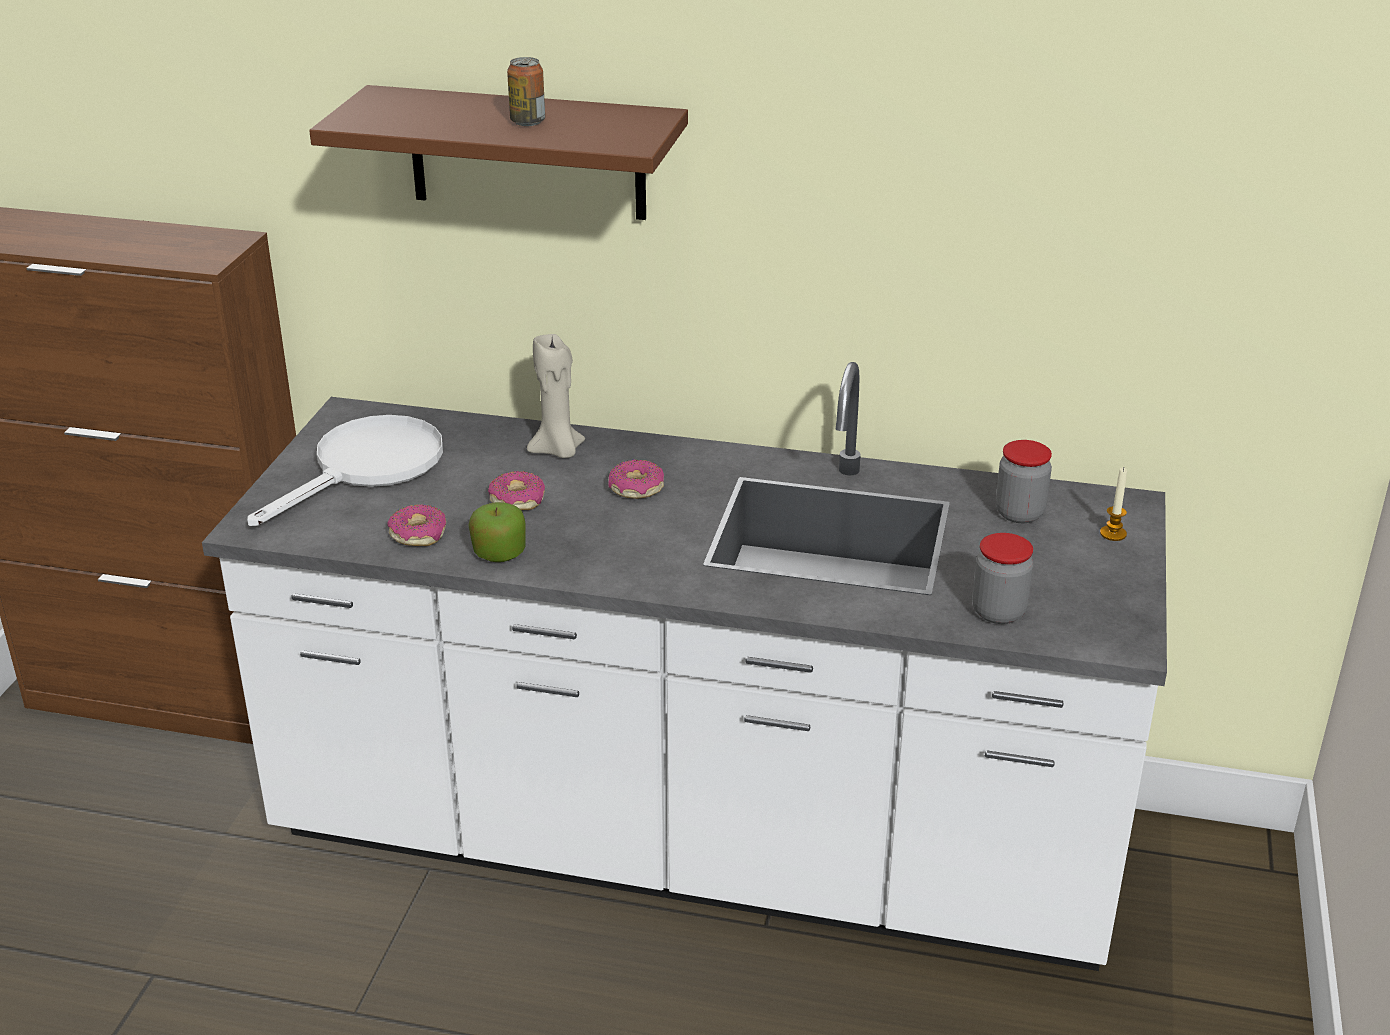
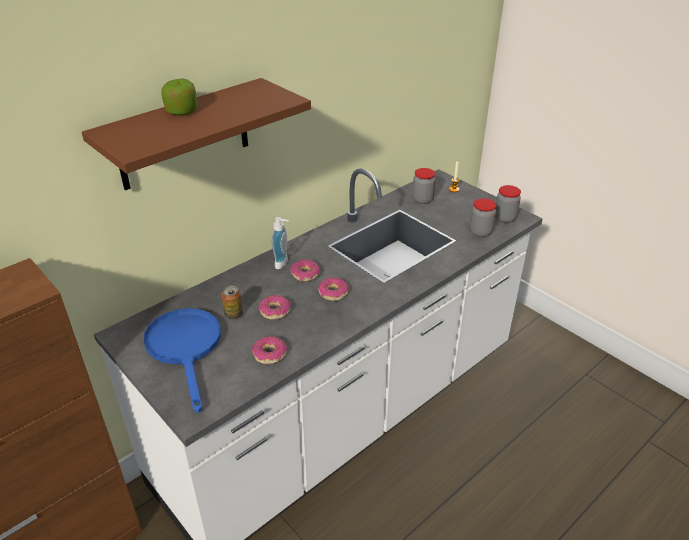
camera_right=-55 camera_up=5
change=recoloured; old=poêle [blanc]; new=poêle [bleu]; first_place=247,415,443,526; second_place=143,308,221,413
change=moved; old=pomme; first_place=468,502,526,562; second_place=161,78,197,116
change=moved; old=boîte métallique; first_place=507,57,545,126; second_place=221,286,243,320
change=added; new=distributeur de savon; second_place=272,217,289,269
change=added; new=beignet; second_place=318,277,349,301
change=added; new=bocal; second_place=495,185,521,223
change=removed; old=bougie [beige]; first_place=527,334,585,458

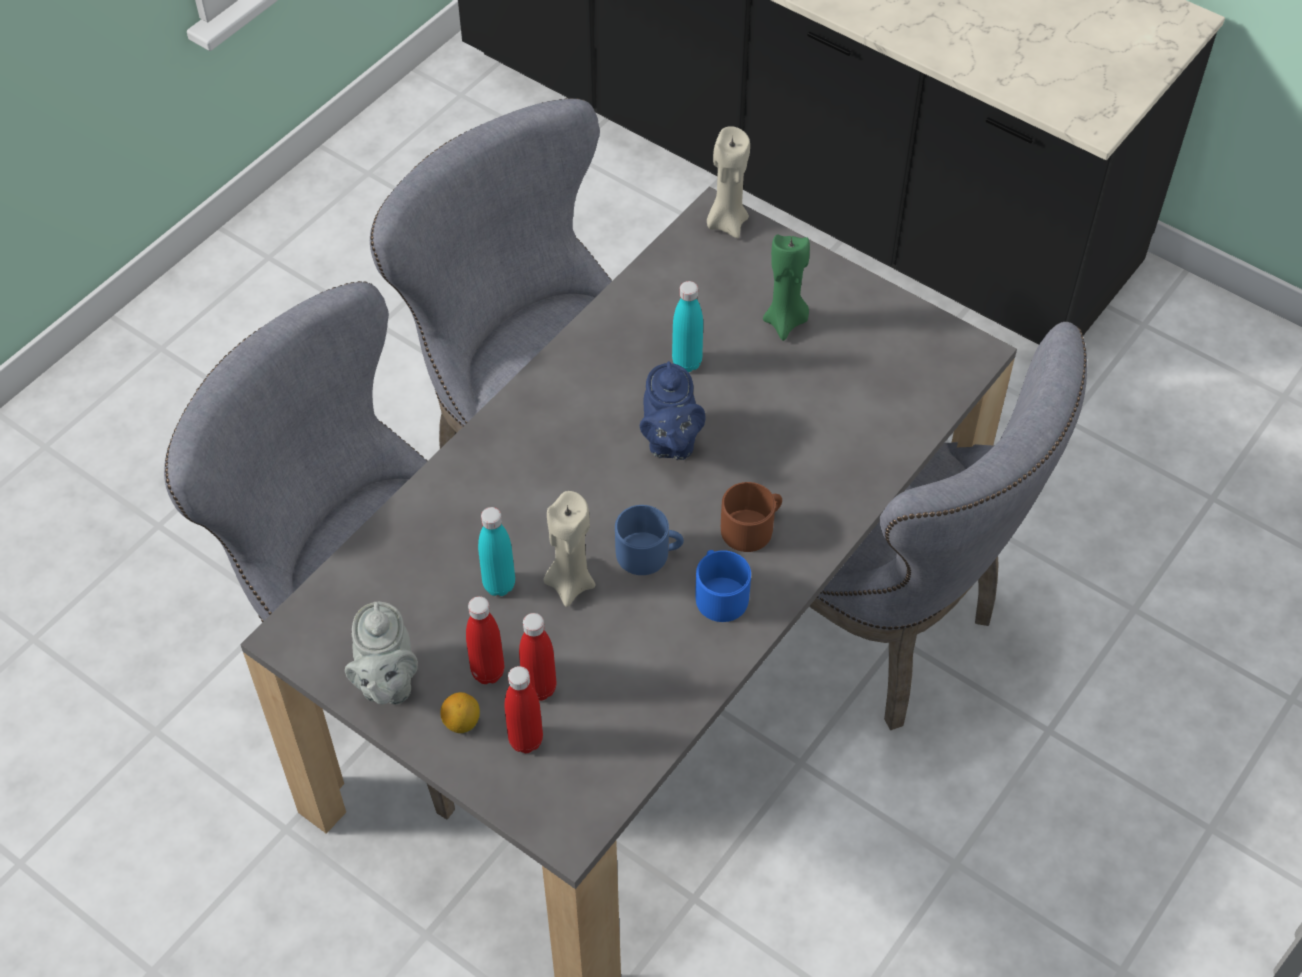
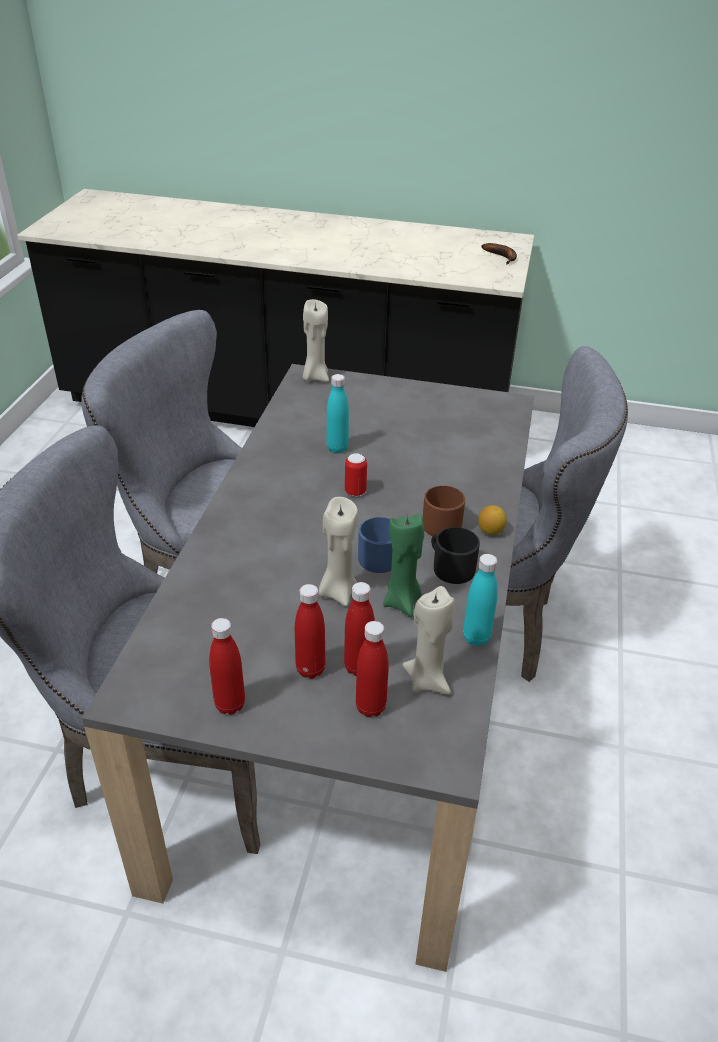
camera_right=-25 camera_up=-15
change=replaced; old=théière [gris]; new=bouteille [rouge]; first_place=345,602,418,705; second_place=209,618,245,715
change=replaced; old=théière [bleu]; new=boîte métallique; first_place=640,361,706,460; second_place=345,453,367,497
change=moved; old=bougie [vert]; first_place=763,234,810,341; second_place=383,514,424,617
change=added; new=bougie [beige]; second_place=402,586,455,695
change=recoloured; old=mug [bleu]; new=mug [noir]; first_place=695,550,751,622; second_place=431,527,480,584
change=moved; old=bouteille [turquoise]; first_place=478,507,515,596; second_place=463,554,498,646
change=moved; old=citron; first_place=440,692,480,733; second_place=478,505,507,535
change=added; new=banane; second_place=481,243,517,265

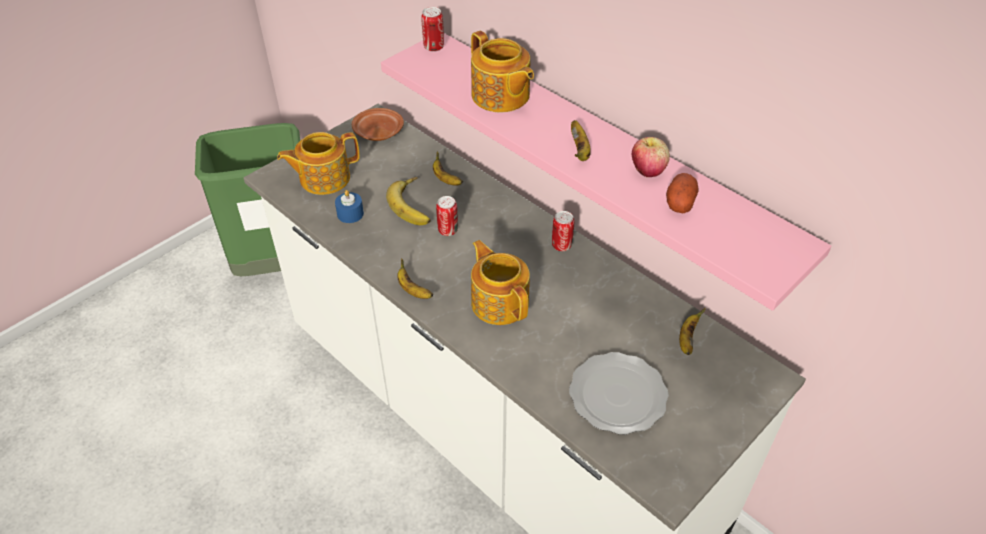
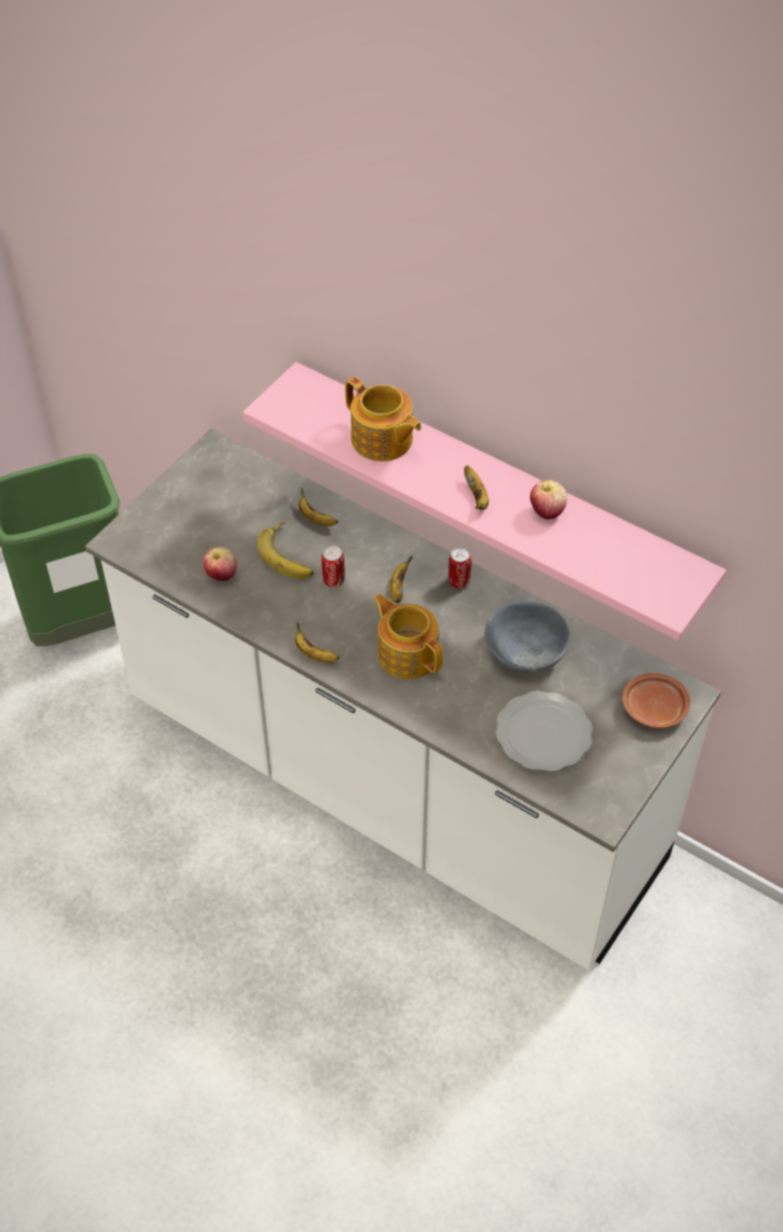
camera_right=-10 camera_up=5
change=replaced; old=bougie [bleu]; new=pomme; first_place=335,190,364,223; second_place=203,547,237,581
change=moved; old=banane; first_place=679,308,705,355; second_place=390,555,413,603
change=added; new=bol [gris]; second_place=484,601,570,673
change=moved; old=assiette [marron]; first_place=352,108,404,141; second_place=622,673,690,728
change=removed; old=théière; first_place=277,132,360,195
change=removed; old=boîte métallique; first_place=421,7,444,52
change=removed; old=pomme de terre; first_place=666,173,699,213

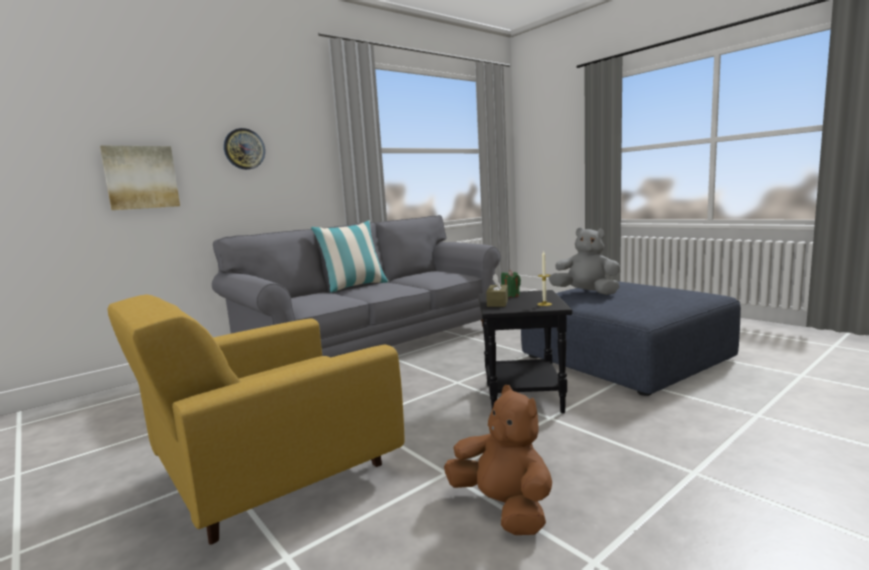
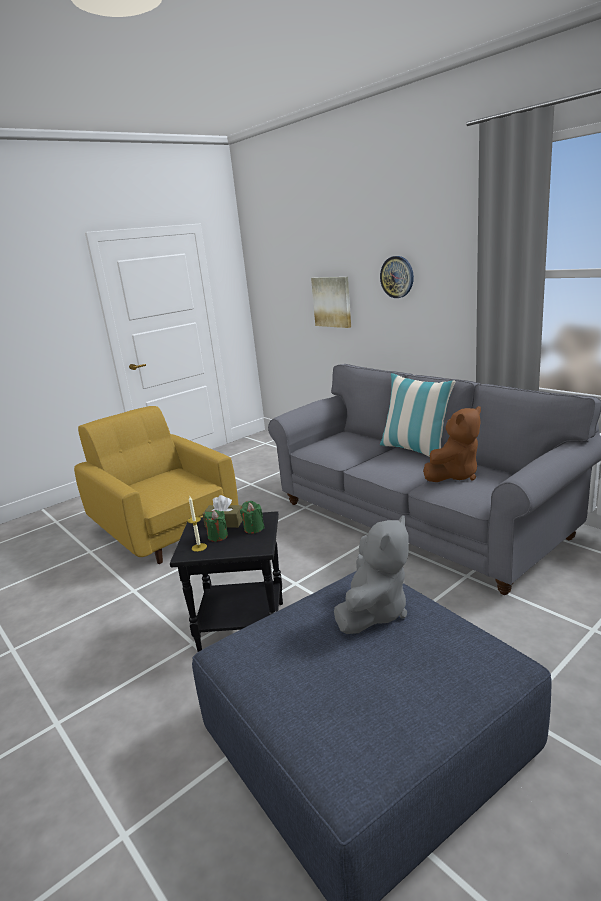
camera_right=90 camera_up=10
change=added; new=bougie [vert]; second_place=204,510,228,542
change=moved; old=peluche [marron]; first_place=444,385,552,535; second_place=423,406,481,482

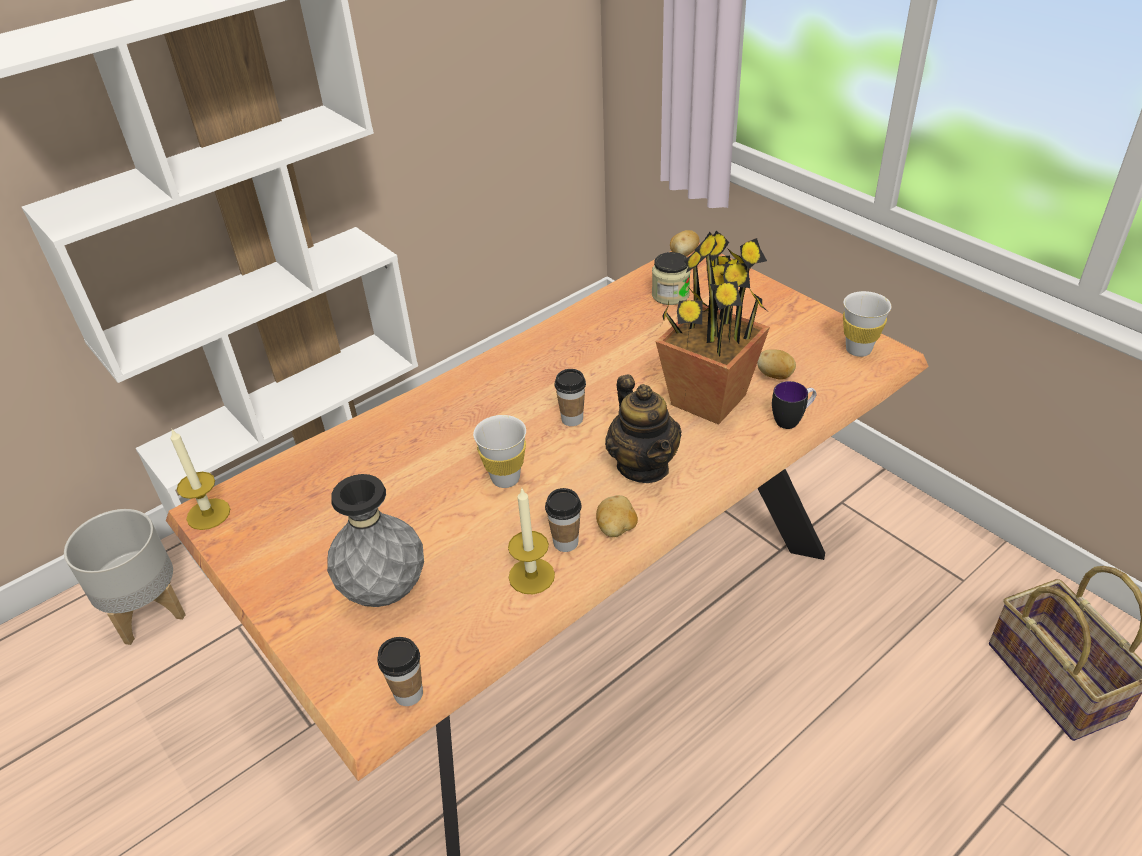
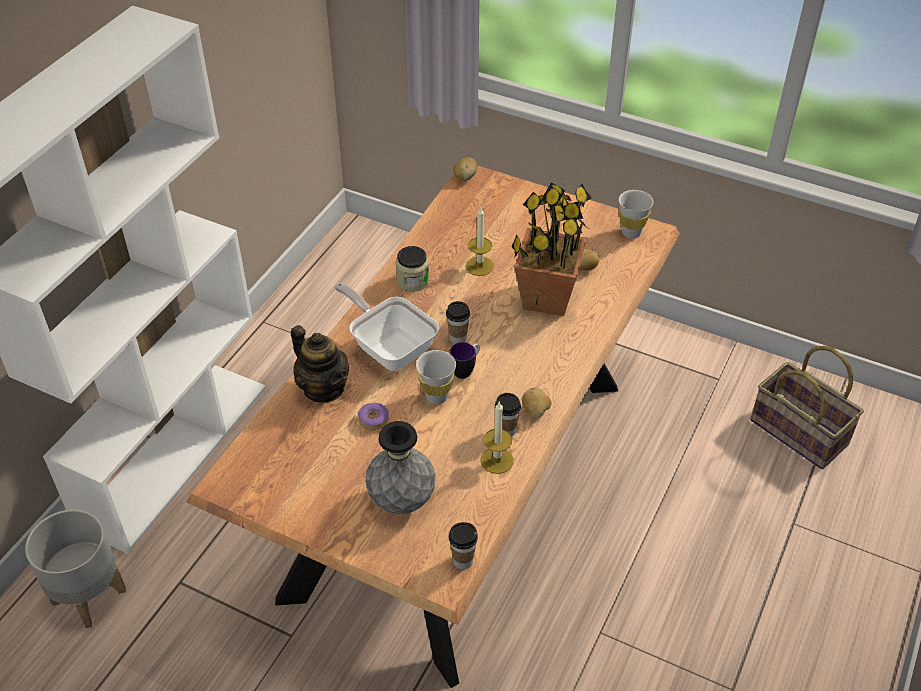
camera_right=-25 camera_up=5
change=moved; old=théière; first_place=605,375,682,483; second_place=291,325,349,403
change=added; new=poêle; second_place=334,283,439,371
change=added; new=beignet; second_place=358,403,389,430
change=moved; old=bocal; first_place=652,252,690,305; second_place=396,246,429,292
change=moved; old=mug; first_place=772,381,817,429; second_place=449,342,480,379
change=moved; old=bougie; first_place=170,428,230,530; second_place=466,207,494,276

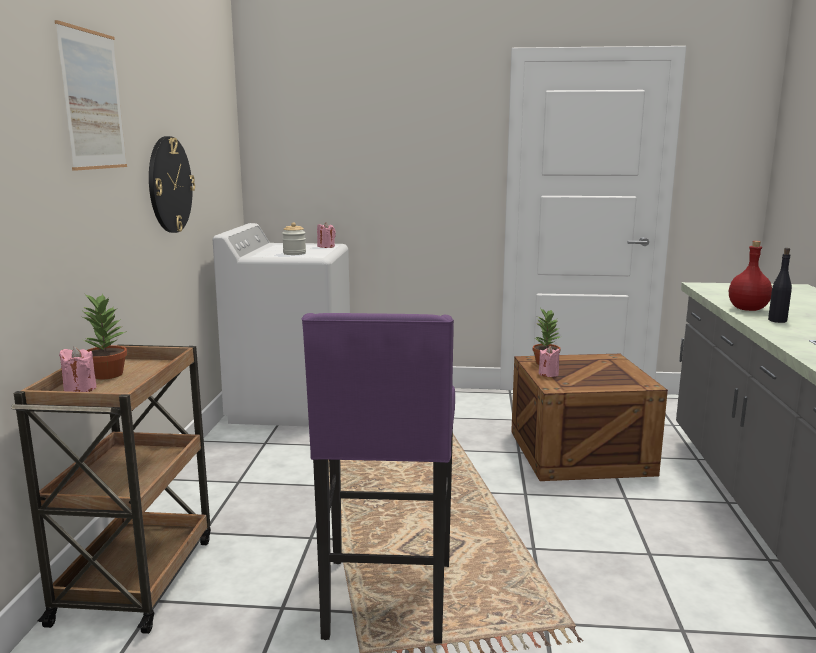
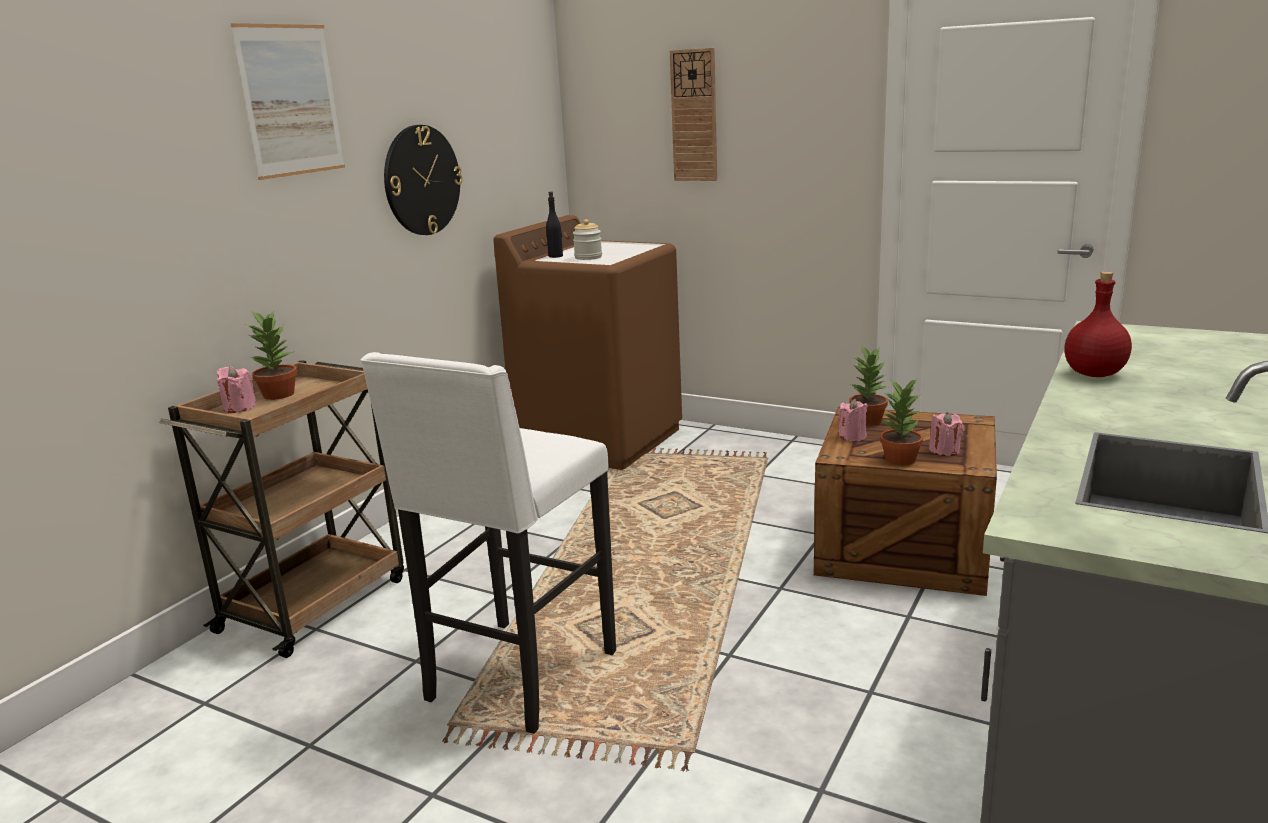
camera_right=25 camera_up=5
change=recoloured; old=tabouret [violet]; new=tabouret [blanc]; first_place=302,313,455,644; second_place=361,352,616,734
change=recoloured; old=lave-linge [blanc]; new=lave-linge [marron]; first_place=213,223,350,427; second_place=493,215,682,470
change=moved; old=bouteille [noir]; first_place=768,248,792,323; second_place=546,192,563,258
change=added; new=horloge murale; second_place=670,48,717,181
change=added; new=plante en pot; second_place=880,378,923,465
change=moved; old=bougie [rose]; first_place=317,222,336,248; second_place=929,412,964,456

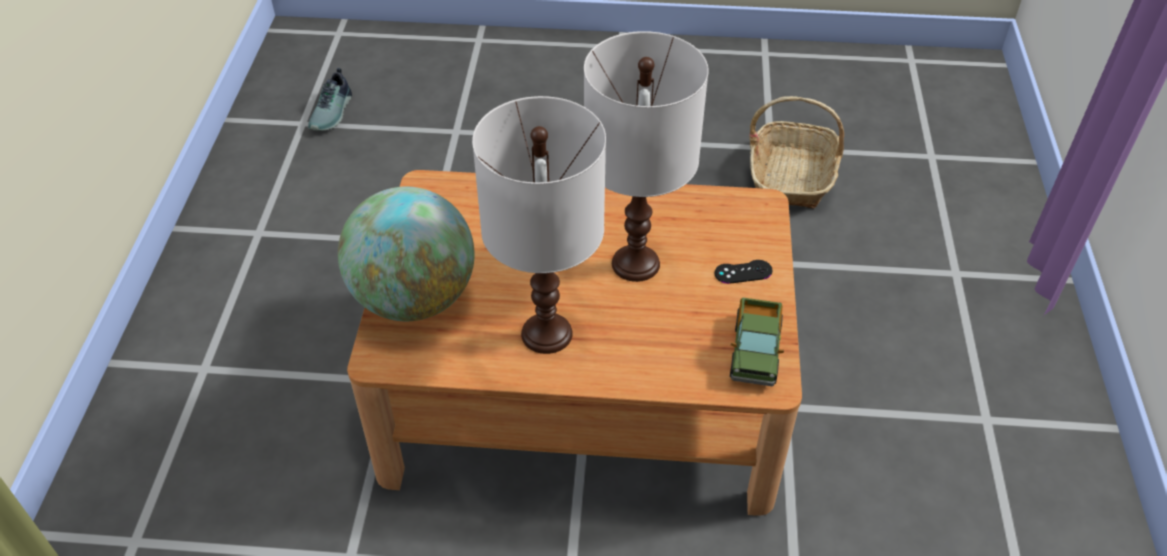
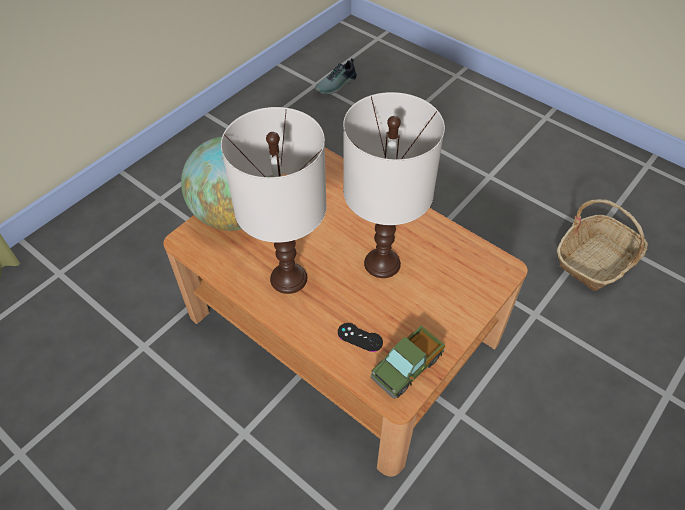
camera_right=35 camera_up=5
change=moved; old=manette [noir]; first_place=714,260,772,284; second_place=338,323,383,352

